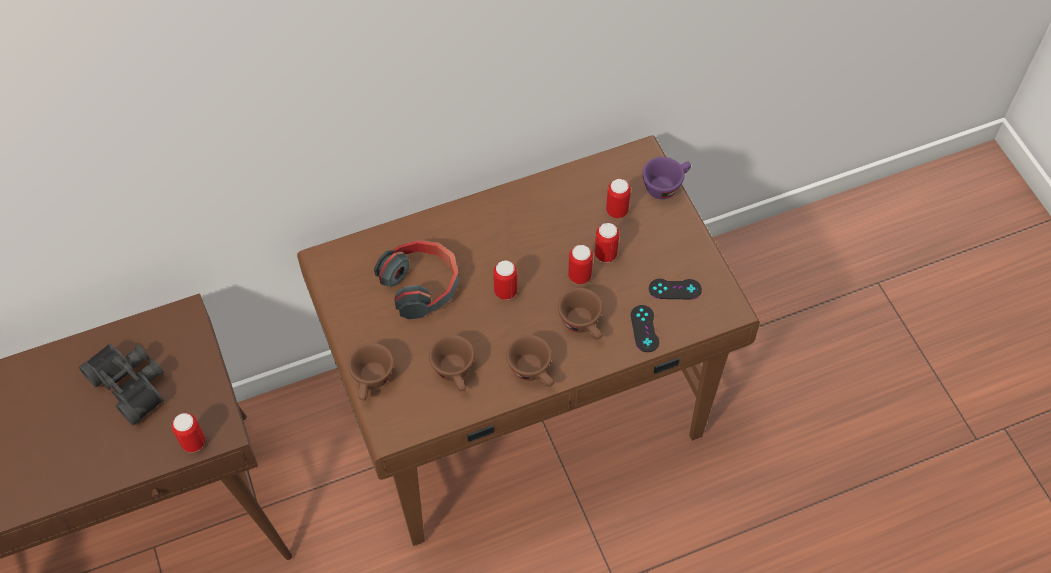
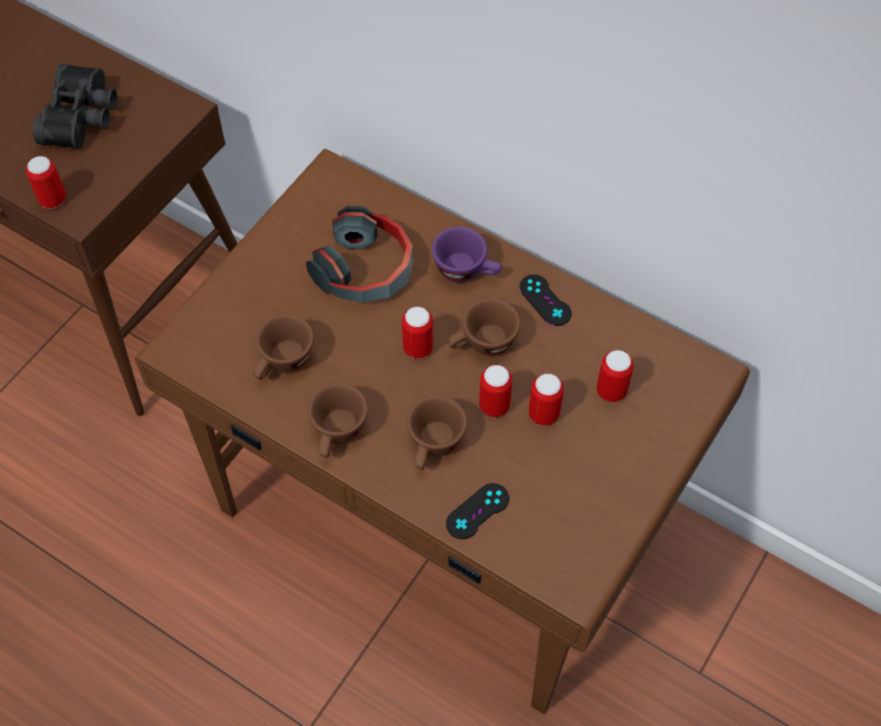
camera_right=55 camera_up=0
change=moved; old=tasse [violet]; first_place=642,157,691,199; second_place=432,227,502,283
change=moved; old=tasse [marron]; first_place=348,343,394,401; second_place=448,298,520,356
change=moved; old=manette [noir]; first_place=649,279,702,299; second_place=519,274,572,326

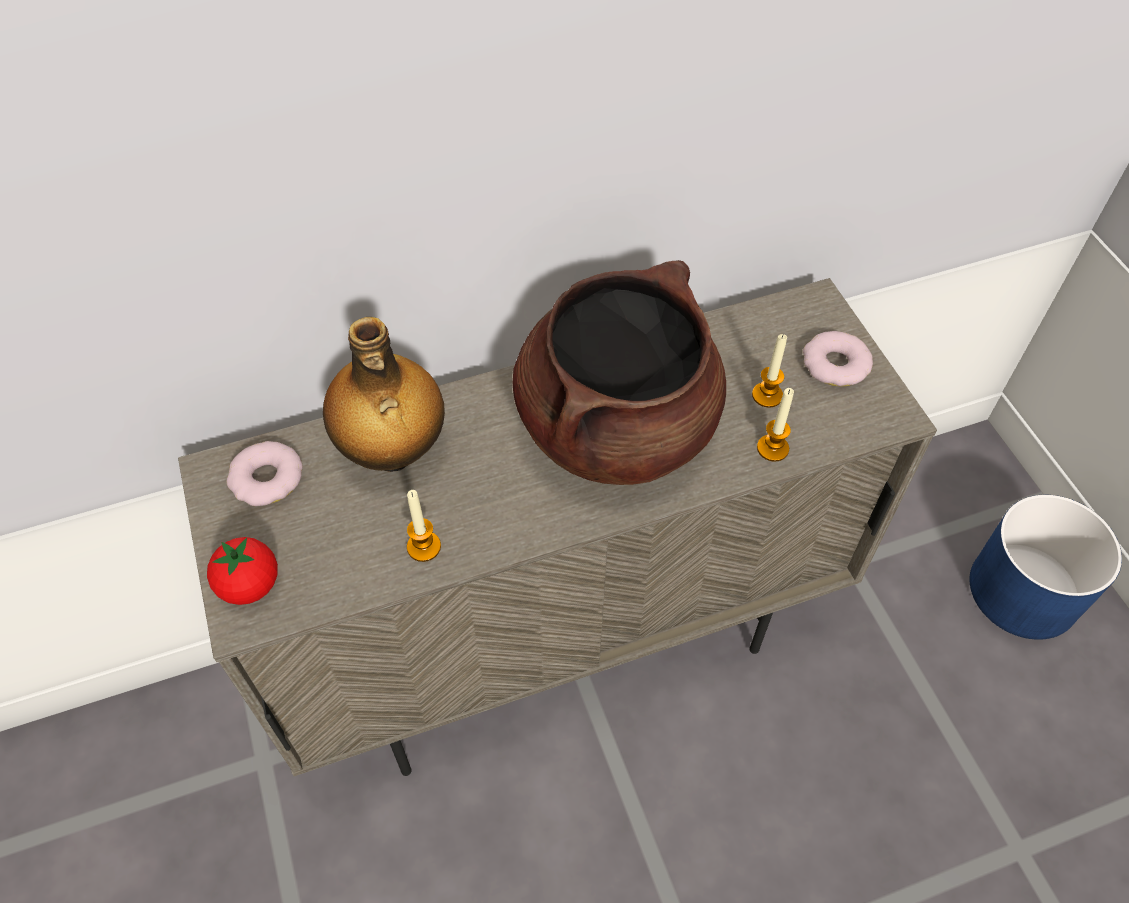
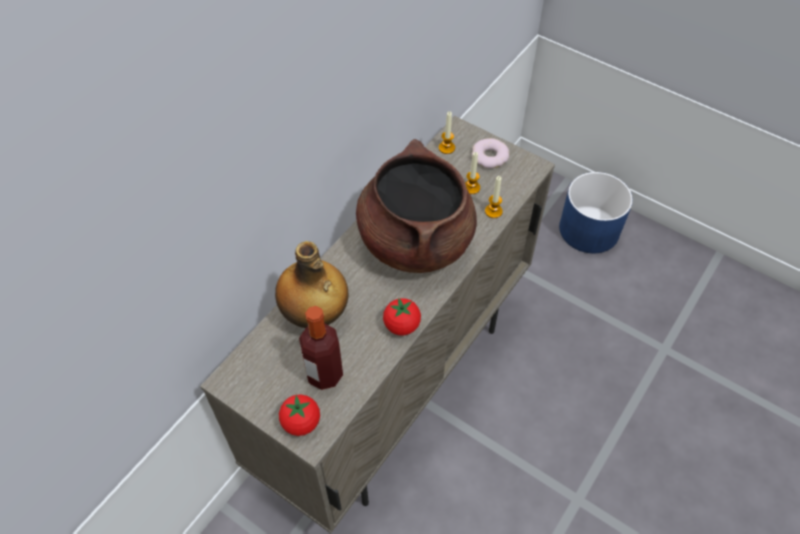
camera_right=-35 camera_up=0
change=added; new=bouteille; second_place=299,306,343,390
change=added; new=tomate; second_place=383,298,421,335
change=moved; old=bougie; first_place=407,490,441,562; second_place=439,111,455,154
change=removed; old=beignet; first_place=226,441,303,506

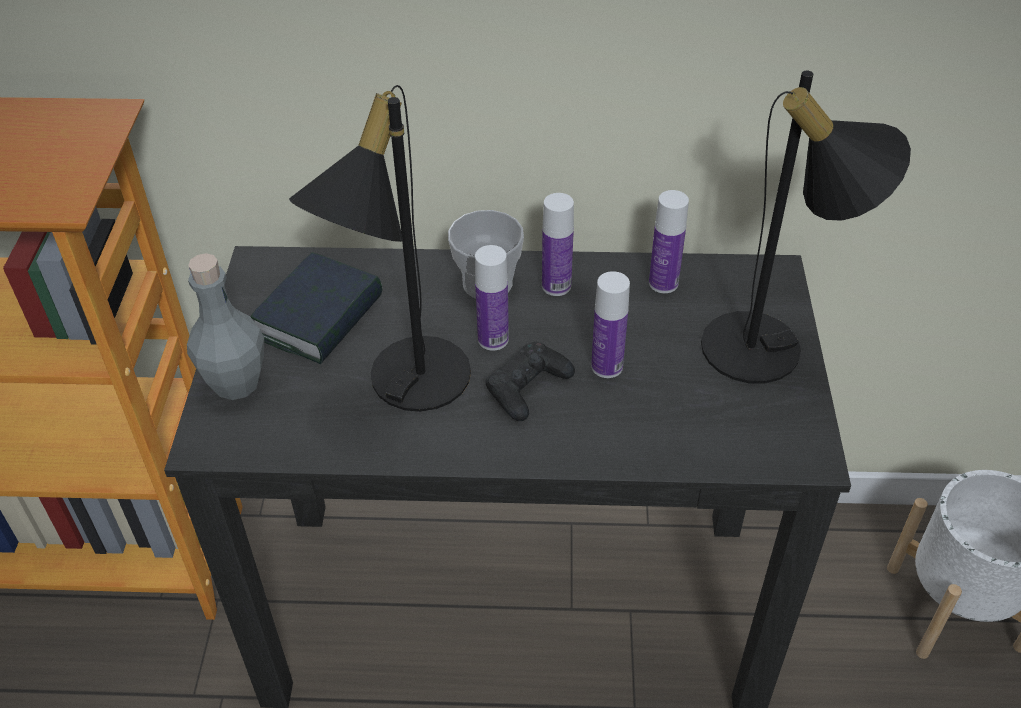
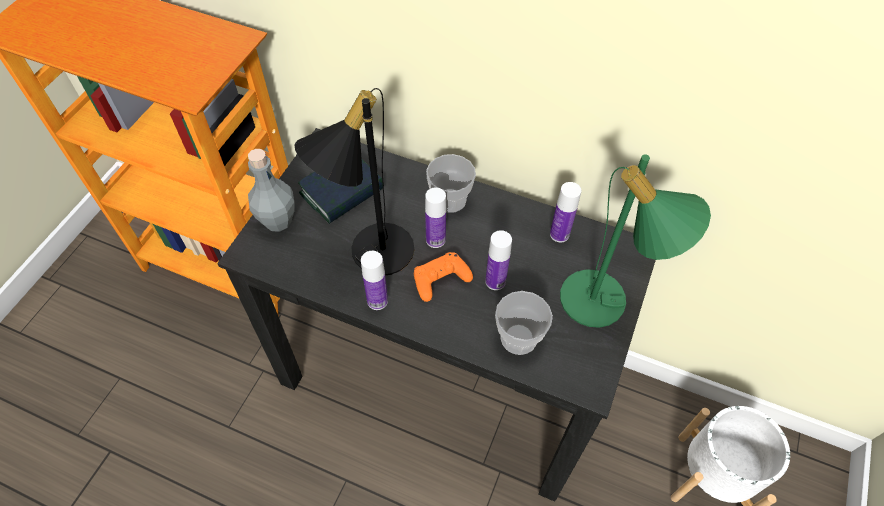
camera_right=20 camera_up=10
change=moved; old=bouteille; first_place=542,193,574,296; second_place=361,251,388,310
change=recoloured; old=manette [noir]; new=manette [orange]; first_place=485,342,575,421; second_place=414,252,473,302
change=added; new=tasse; second_place=495,291,553,355
change=recoloured; old=lampe de table [noir]; new=lampe de table [vert]; first_place=701,71,911,384; second_place=560,155,711,328

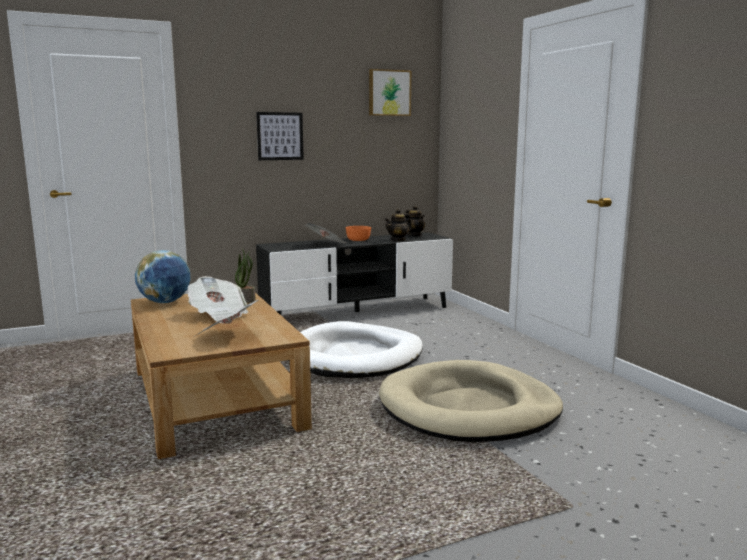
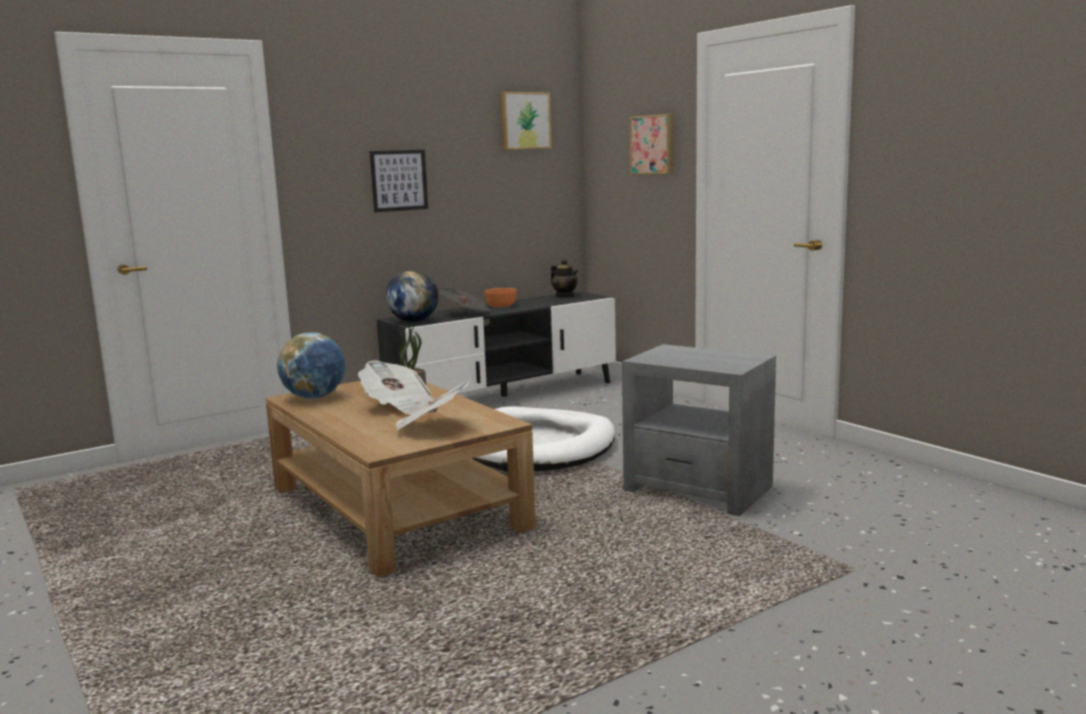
camera_right=-10 camera_up=0
change=added; new=globe; second_place=386,270,439,322
change=replaced; old=panier pour chien [beige]; new=table d'appoint [gris]; first_place=379,360,563,442; second_place=622,344,776,516
change=added; new=tableau; second_place=629,114,674,175
change=removed; old=théière; first_place=384,208,412,241

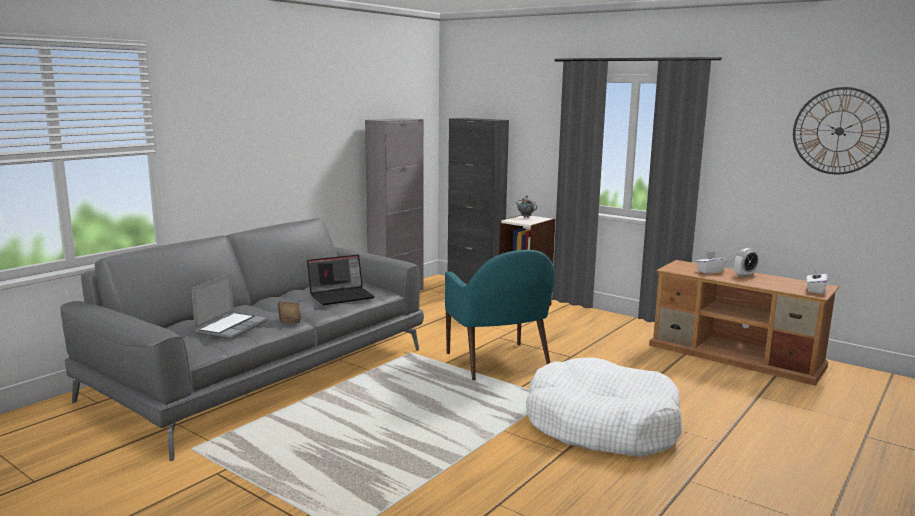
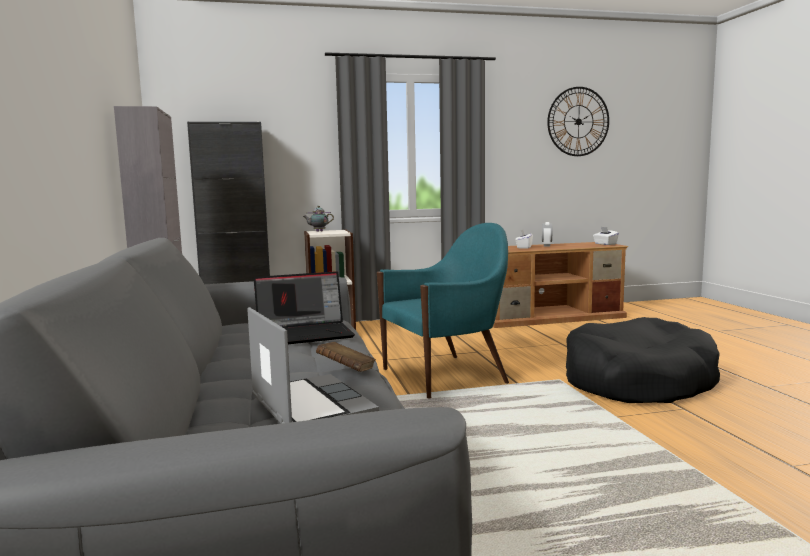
camera_right=-50 camera_up=-5
change=turned; old=ordinateur portable; first_place=307,255,375,305; second_place=254,271,355,344; degrees=60
change=turned; old=fauteuil [turquoise]; first_place=445,250,555,380; second_place=377,223,509,398; degrees=-45
change=recoloured; old=panier pour chien [blanc]; new=panier pour chien [noir]; first_place=526,357,682,457; second_place=566,317,720,403

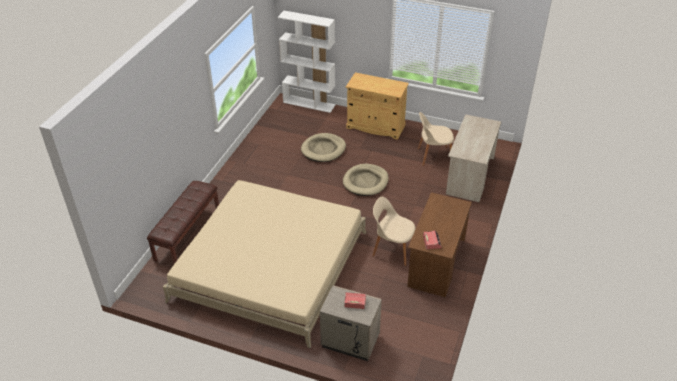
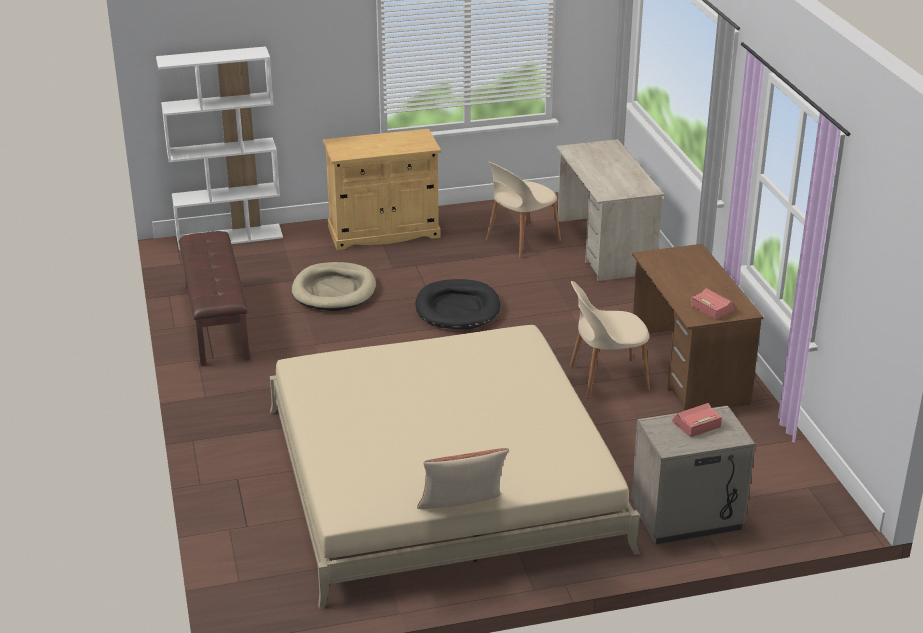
camera_right=-35 camera_up=-10
change=moved; old=banc [marron]; first_place=147,181,219,264; second_place=179,231,250,366
change=recoloured; old=panier pour chien [beige]; new=panier pour chien [noir]; first_place=343,164,389,196; second_place=416,279,501,329
change=added; new=coussin; second_place=417,448,509,509

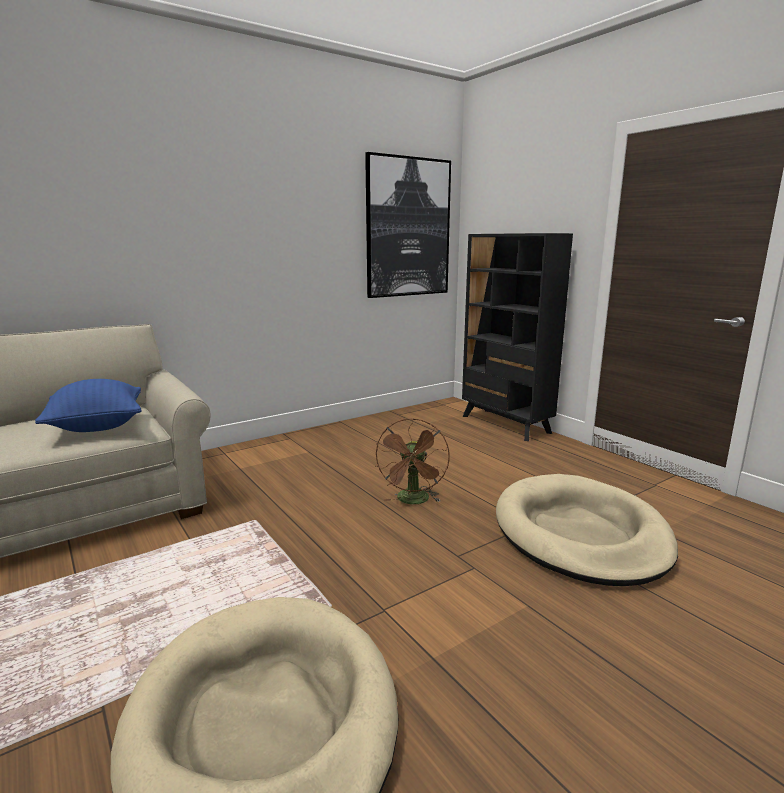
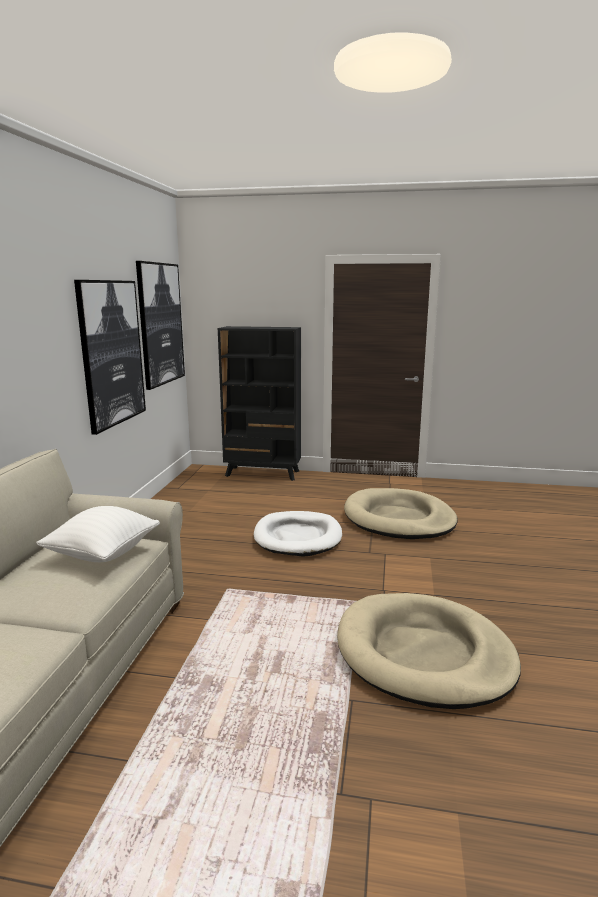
camera_right=-45 camera_up=0
change=recoloured; old=coussin [bleu]; new=coussin [blanc]; first_place=35,379,142,432; second_place=36,506,160,562
change=added; new=tableau; second_place=74,280,146,435
change=replaced; old=ventilateur [marron]; new=panier pour chien [blanc]; first_place=376,418,450,504; second_place=254,511,342,557

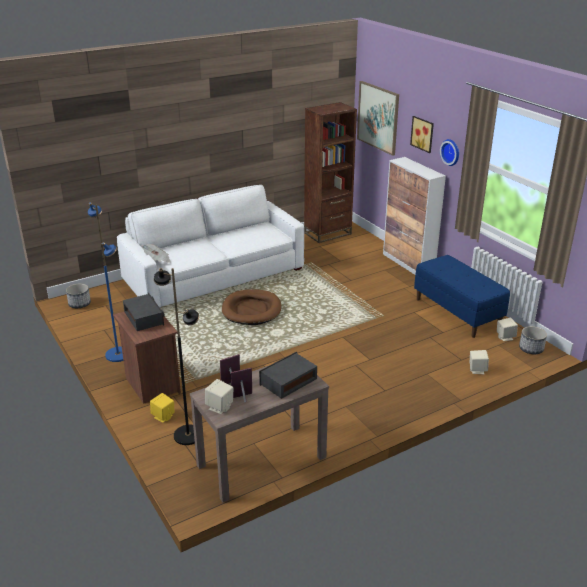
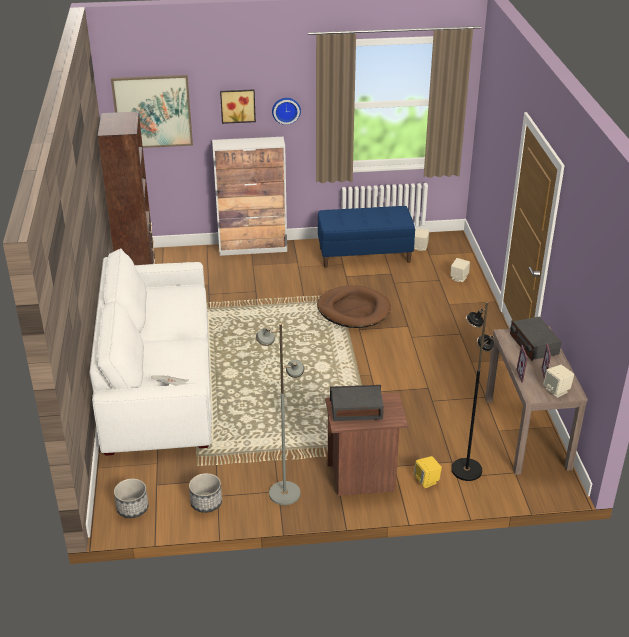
camera_right=-65 camera_up=5
change=moved; old=cache-pot; first_place=519,326,547,354; second_place=189,473,222,513
change=recoloured; old=lampadaire [bleu]; new=lampadaire [gris]; first_place=88,202,123,362; second_place=256,323,304,505
change=moved; old=panier pour chien [marron]; first_place=222,289,282,325; second_place=317,285,391,328

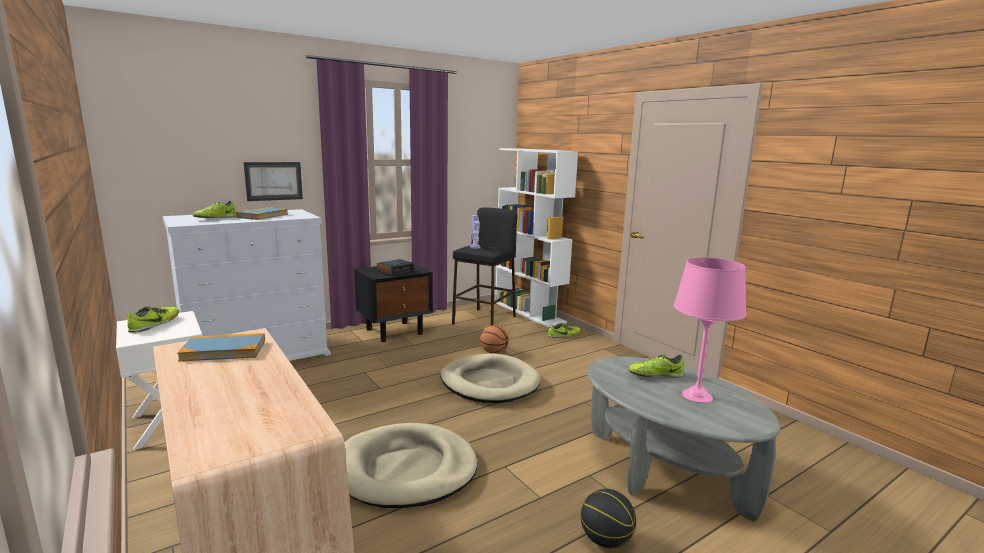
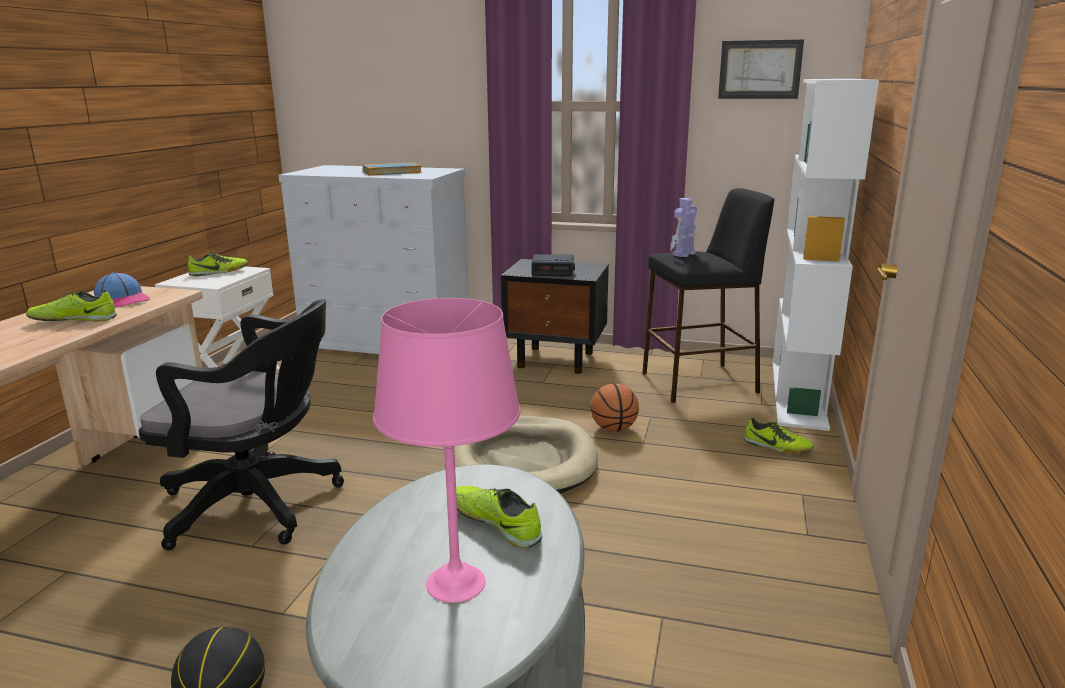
camera_right=50 camera_up=5
change=moved; old=chaussure; first_place=193,201,236,218; second_place=26,290,117,321
change=replaced; old=livre; new=casquette; first_place=177,333,265,362; second_place=94,272,150,307
change=replaced; old=panier pour chien [beige]; new=chaise de bureau [noir]; first_place=344,423,477,508; second_place=138,299,344,551
change=moved; old=tableau; first_place=244,162,303,201; second_place=718,40,804,99

